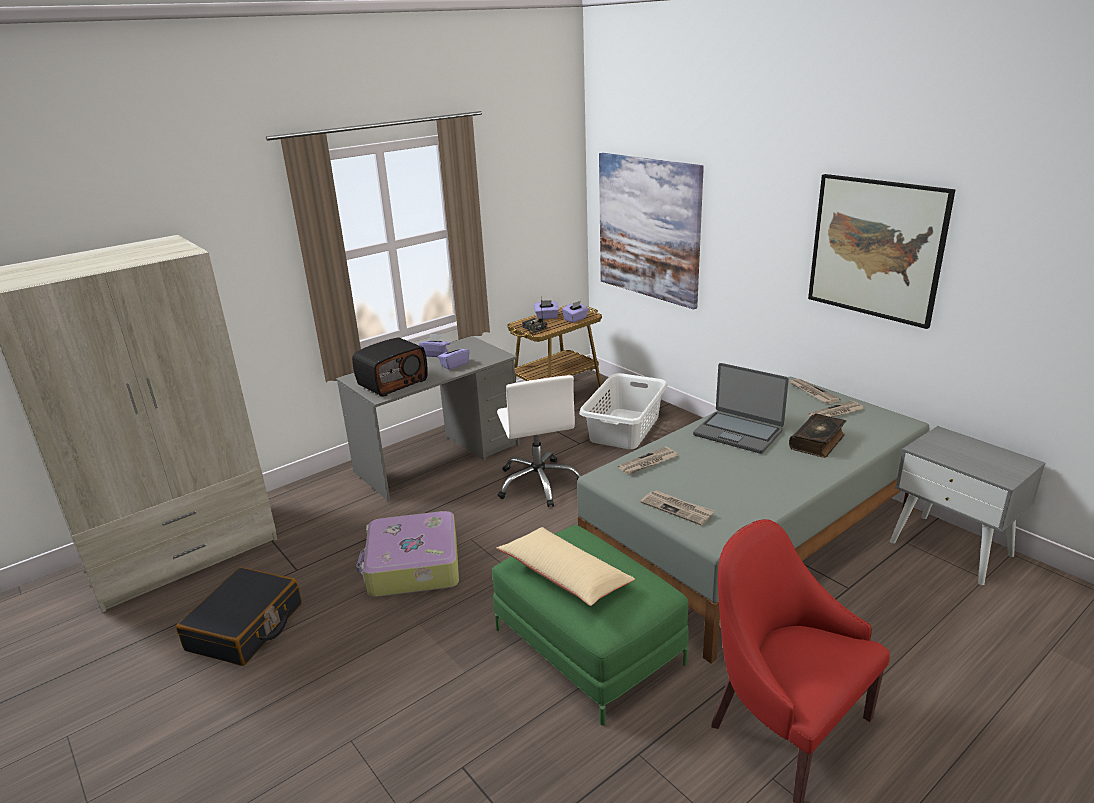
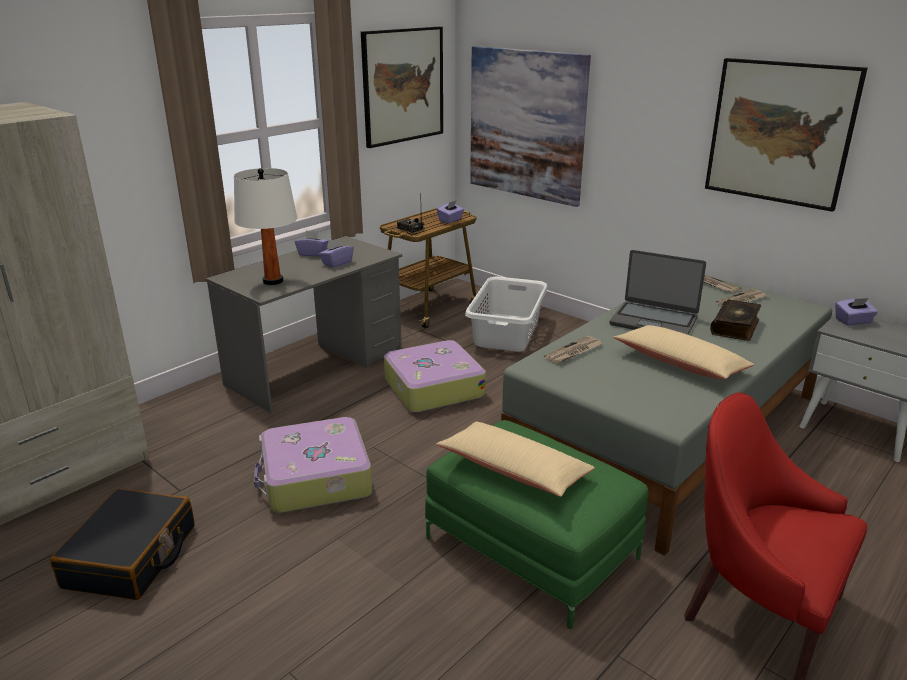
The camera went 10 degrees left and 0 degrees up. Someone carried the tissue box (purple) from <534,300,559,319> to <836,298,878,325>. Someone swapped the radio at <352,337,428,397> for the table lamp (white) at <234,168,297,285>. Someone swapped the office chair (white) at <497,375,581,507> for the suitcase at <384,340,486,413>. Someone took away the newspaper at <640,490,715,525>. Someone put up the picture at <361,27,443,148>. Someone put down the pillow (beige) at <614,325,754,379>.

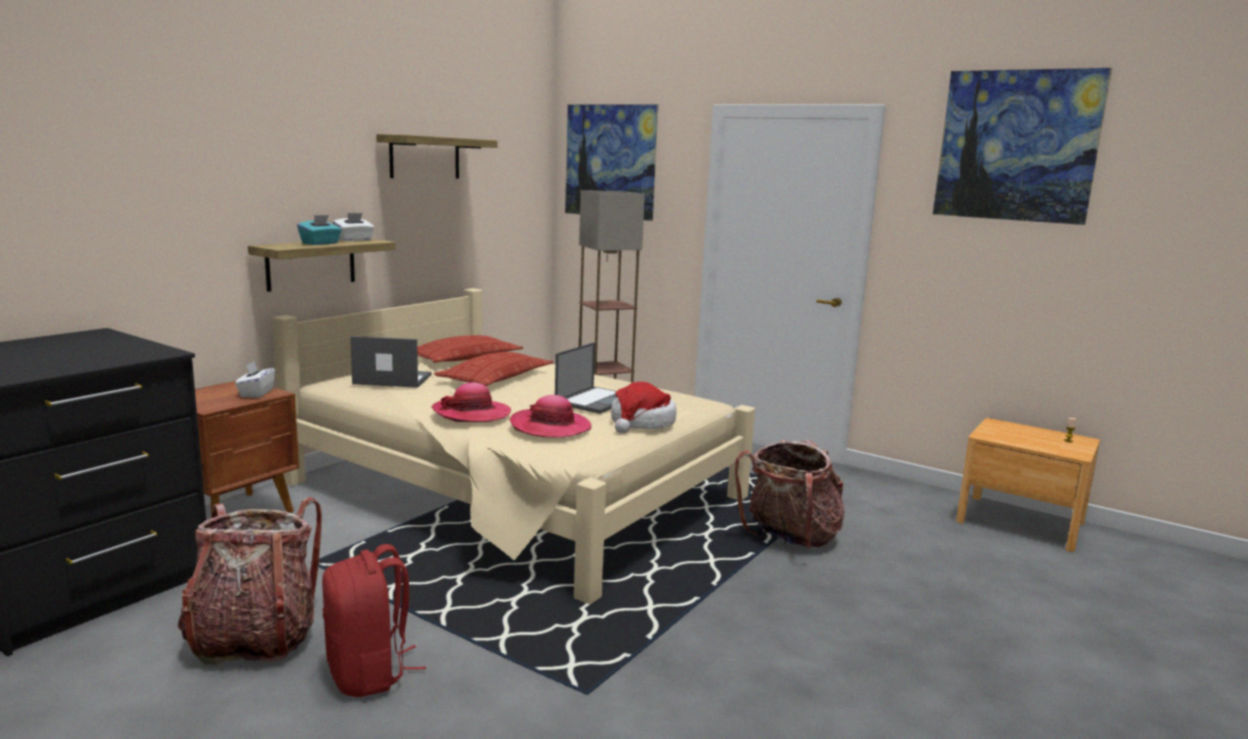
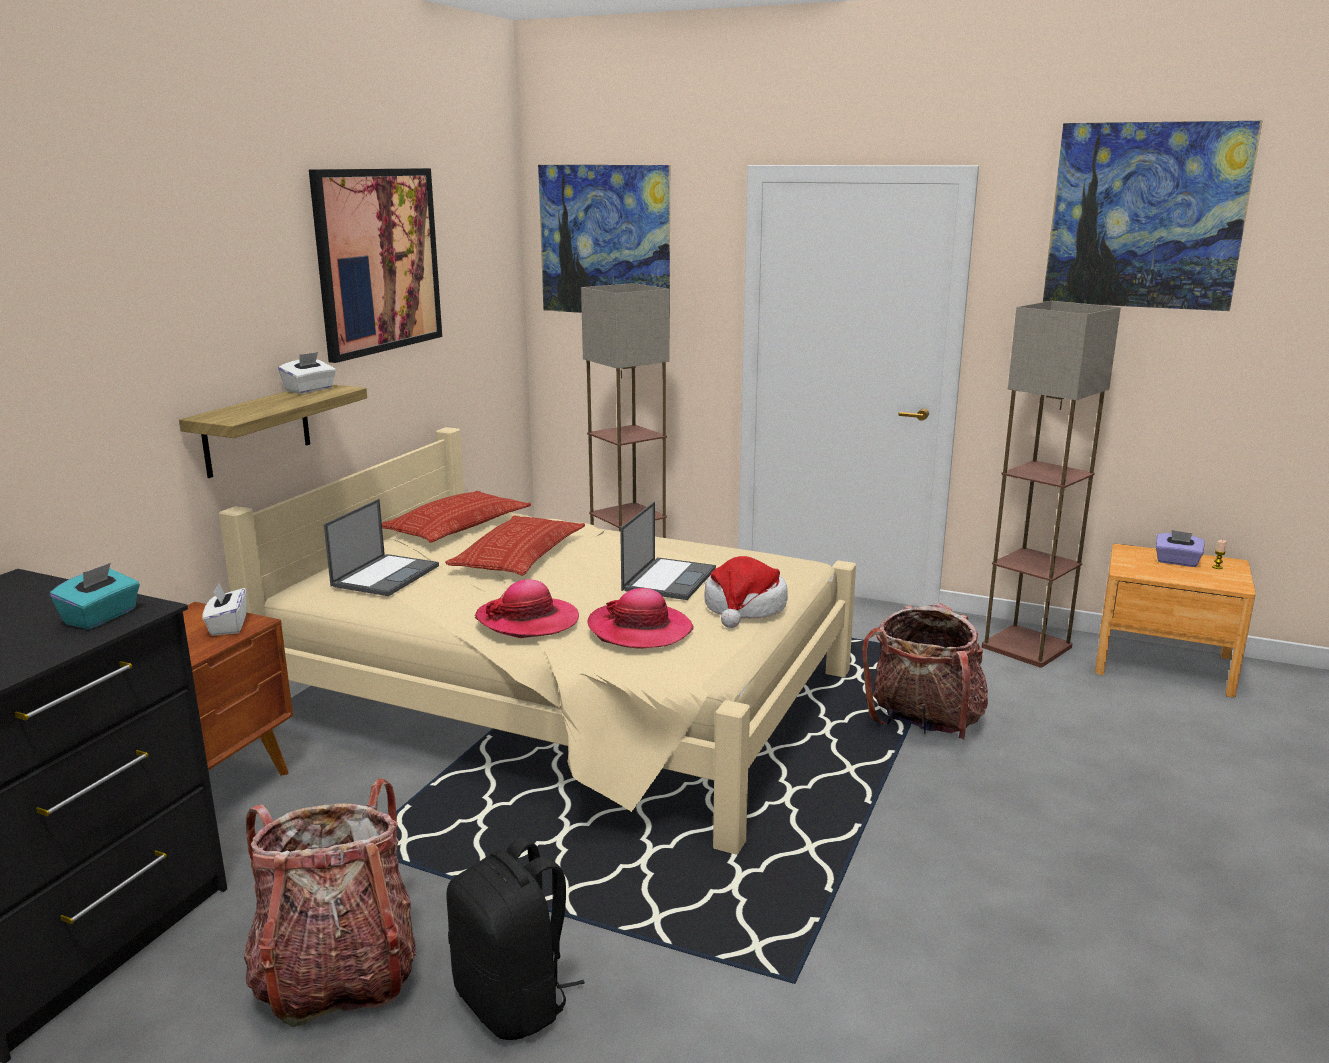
The camera went 10 degrees left and 5 degrees up. Someone swapped the shelf at <376,134,497,179> for the picture at <309,168,442,363>. Someone carried the tissue box (turquoise) from <297,215,342,245> to <50,563,140,629>. Someone rotated the laptop at <350,336,431,388> by 120 degrees clockwise. Someone repainted the backpack (red) at <322,544,426,697>, which became the backpack (black) at <446,836,585,1040>. Someone put down the floor lamp at <982,301,1121,668>. Someone put down the tissue box (purple) at <1156,530,1205,567>.

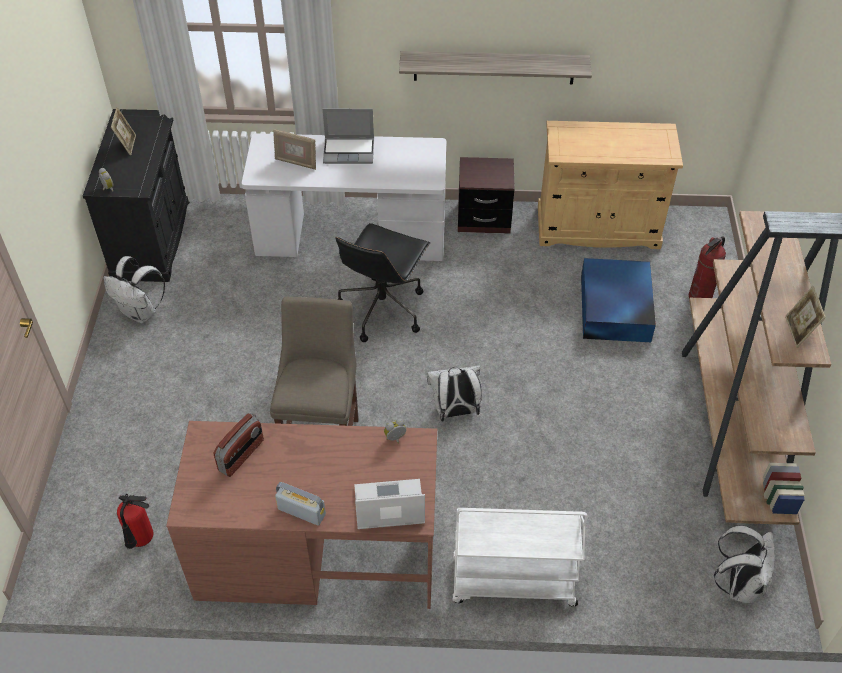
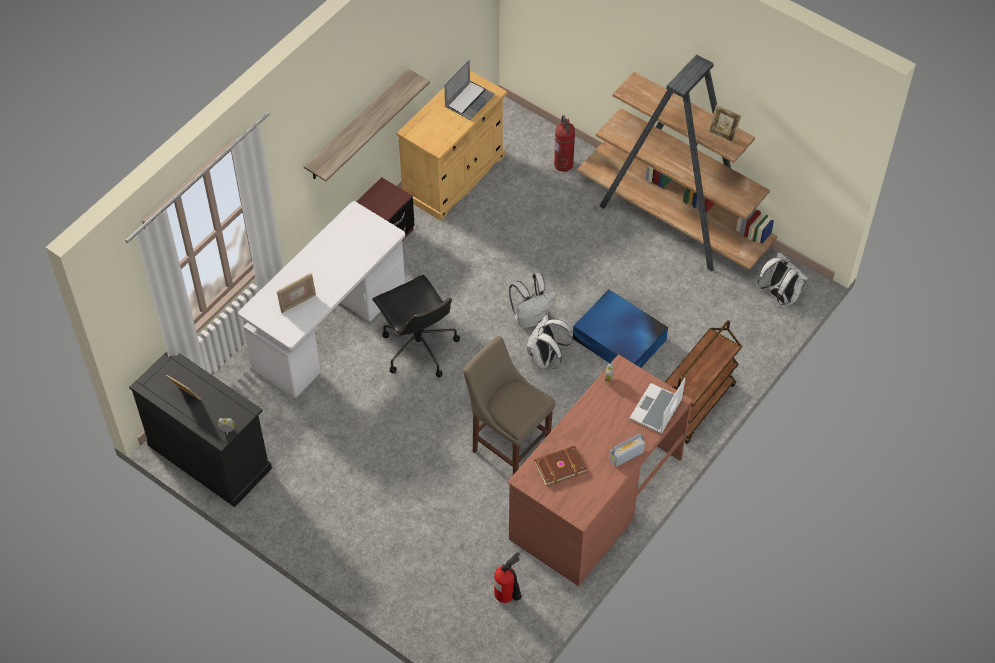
The camera went 55 degrees left and 5 degrees up. Someone carried the laptop from <323,109,374,164> to <444,59,495,120>. Someone carried the backpack (white) from <103,256,165,323> to <509,273,557,328>. Someone carried the storage box (blue) from <581,258,656,342> to <573,290,668,368>. Someone swapped the radio at <214,413,264,477> for the book (brown) at <534,445,586,486>. Someone repainted the cart (white) at <452,508,587,606>, which became the cart (brown) at <665,320,742,444>.

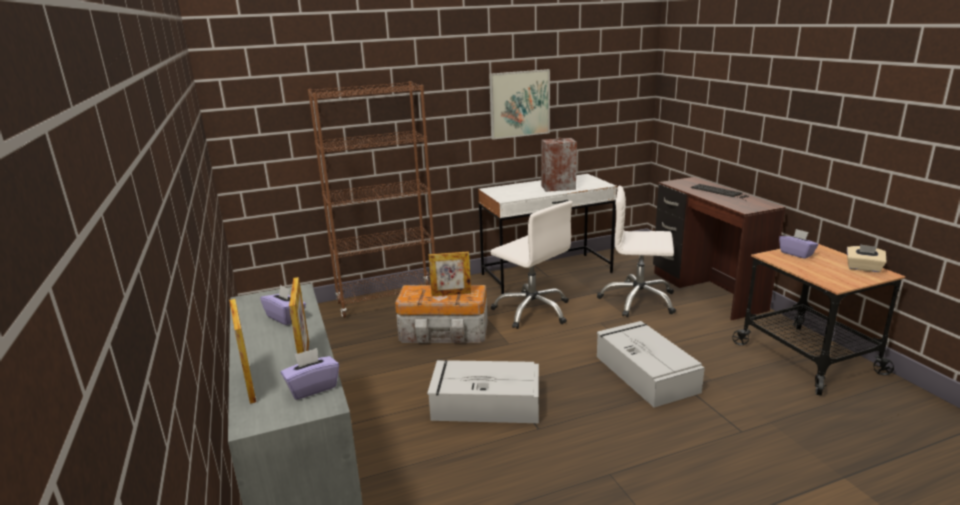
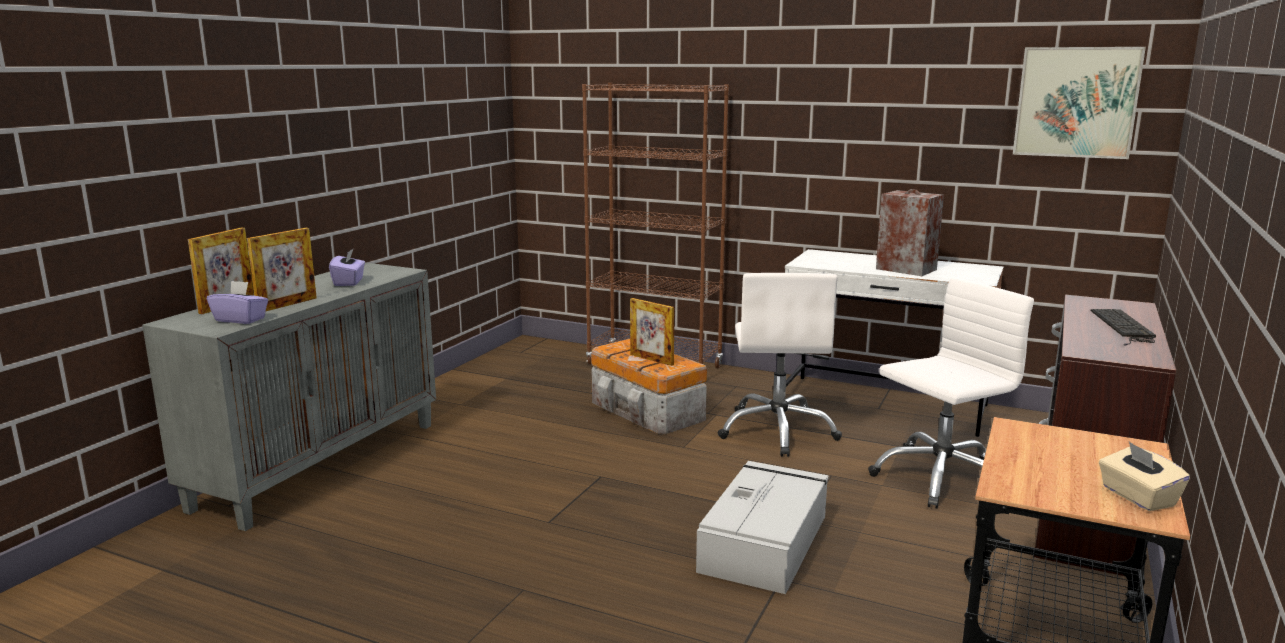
The camera went 45 degrees right and 5 degrees down. Someone carried the picture from <489,69,550,140> to <1013,47,1146,159>. Someone rotated the office chair (white) at <597,186,676,317> by 90 degrees clockwise. Someone took away the tissue box (purple) at <779,229,818,259>. Someone took away the storage box (grey) at <427,360,539,423>.

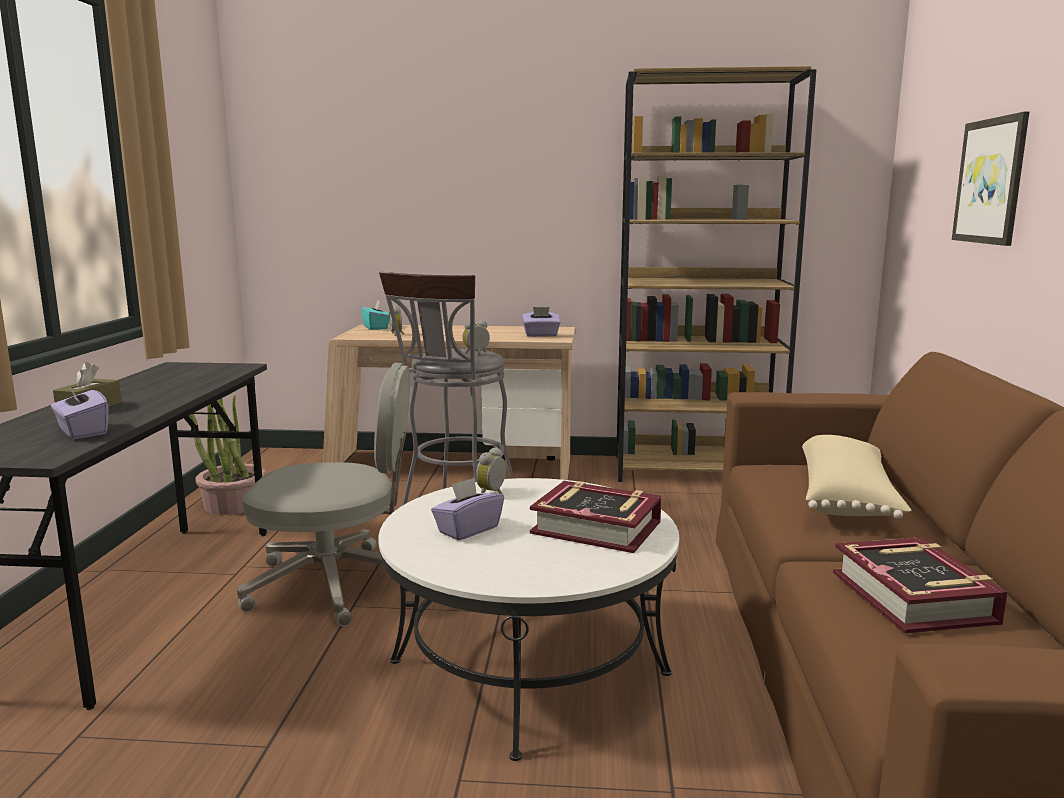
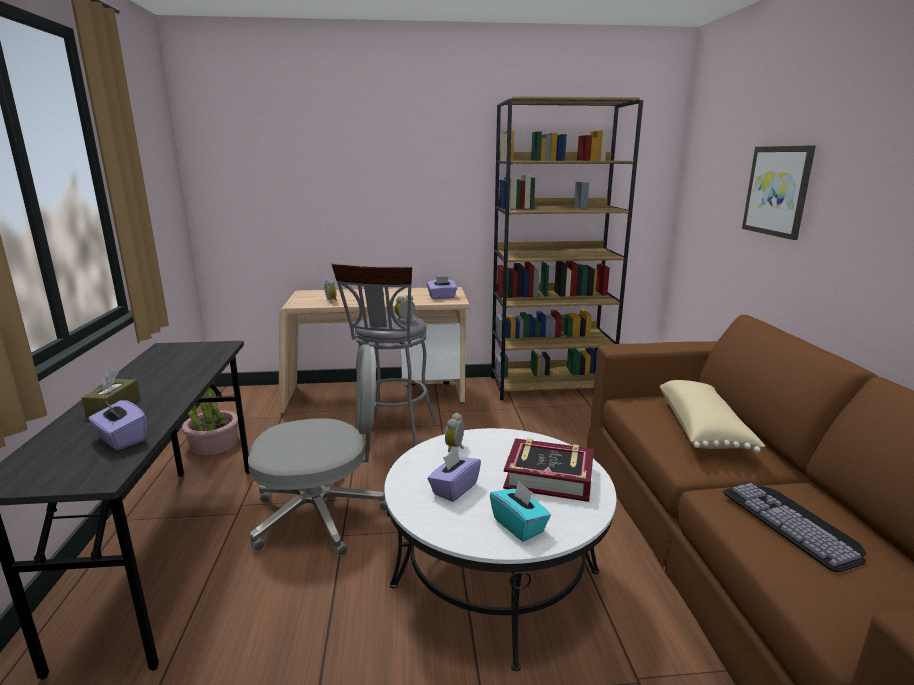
The camera went 10 degrees left and 5 degrees up. Someone carried the tissue box (turquoise) from <361,300,389,330> to <490,481,551,542>. Someone swapped the book at <833,537,1008,634> for the keyboard at <723,483,866,572>.

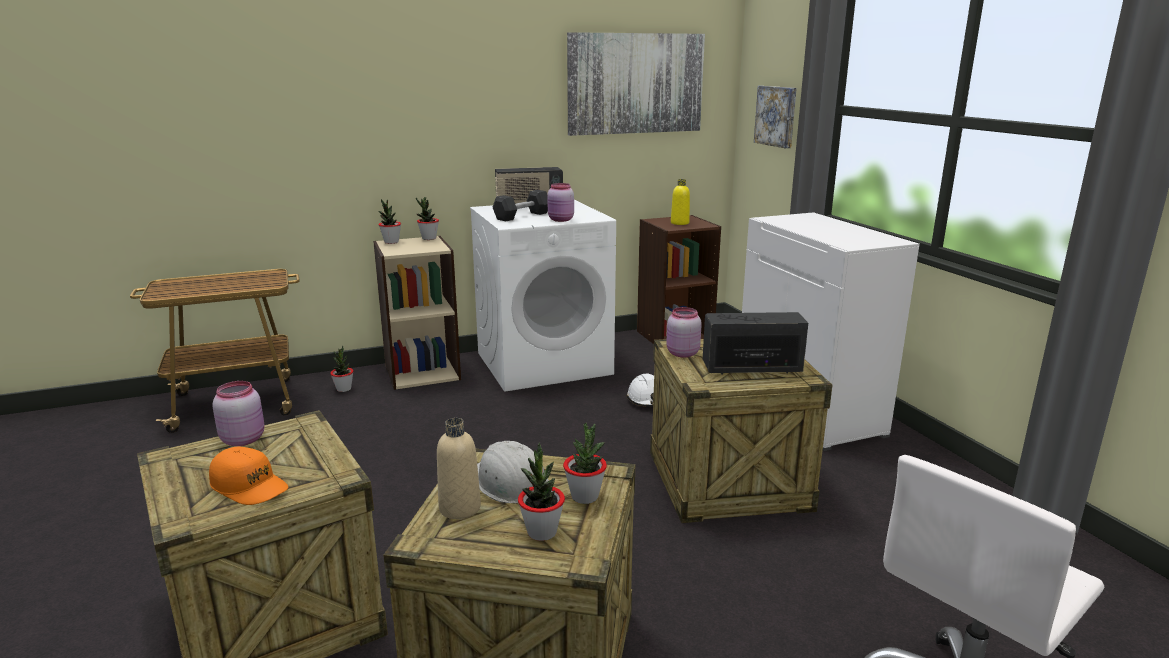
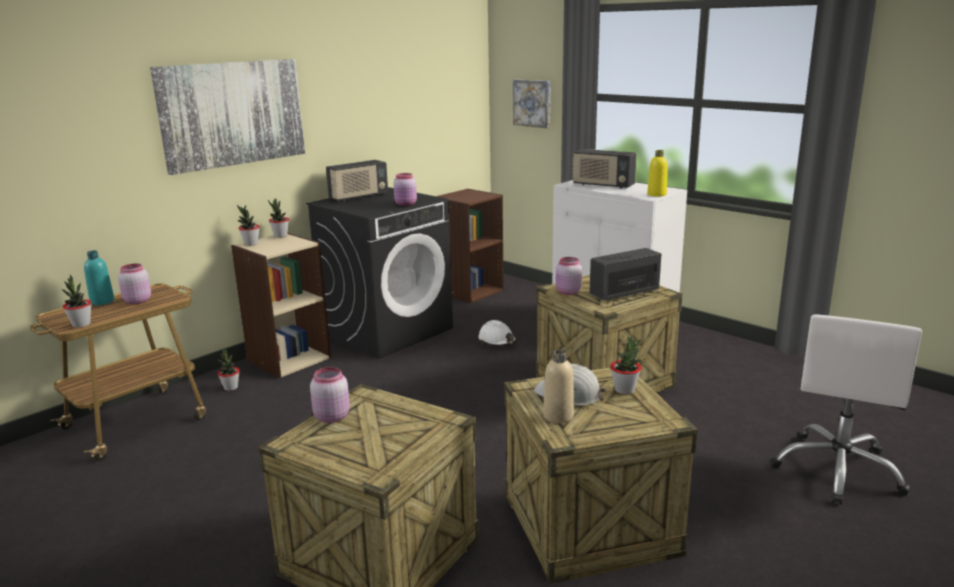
The camera went 25 degrees left and 0 degrees up. Someone carried the picture from <567,32,705,136> to <150,59,305,175>. Someone carried the bottle (yellow) from <671,179,690,225> to <647,150,668,197>. Someone took away the dumbbell (grey) at <492,190,548,221>. Someone repainted the washing machine (white) at <470,200,616,392>, which became the washing machine (black) at <306,187,453,359>. Someone carried the potted plant from <518,443,565,541> to <62,275,91,328>. Someone took away the cap (orange) at <209,447,288,505>. Someone put down the radio at <572,149,637,189>. Someone put down the bottle (turquoise) at <84,250,114,305>. Someone put down the jar (pink) at <118,264,151,304>.

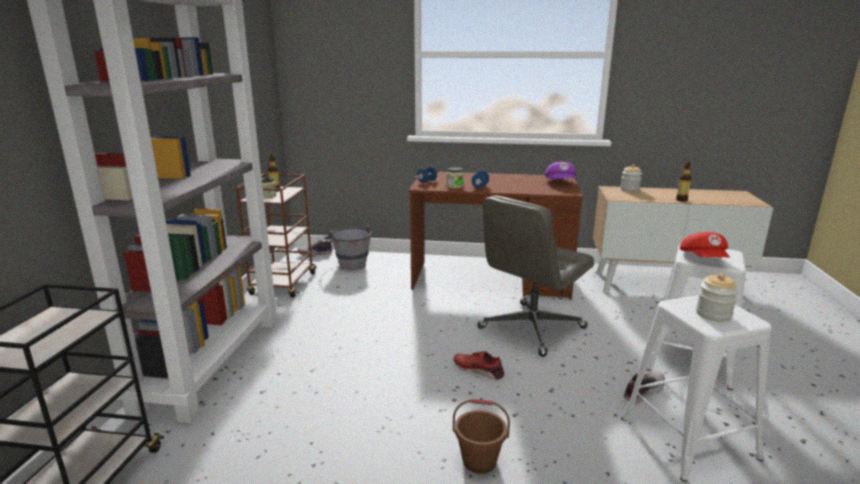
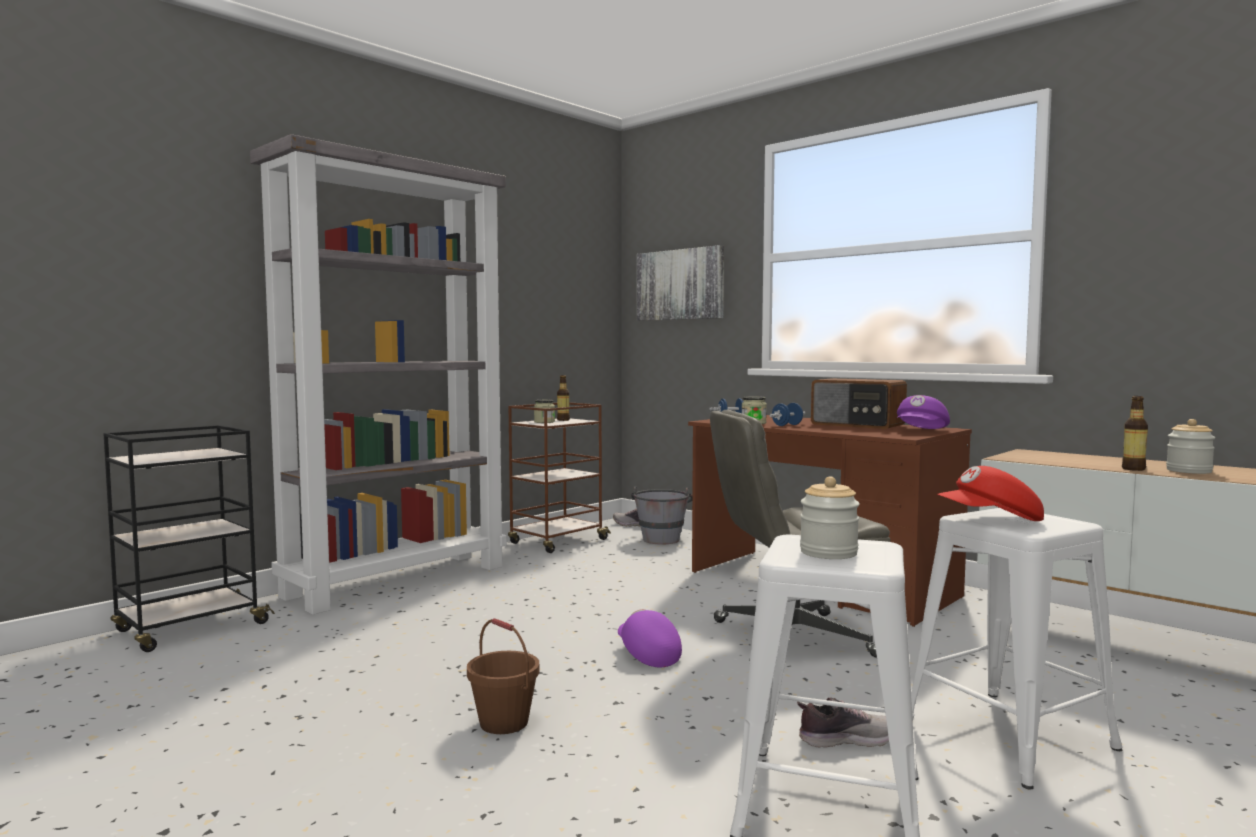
The camera went 35 degrees right and 15 degrees down. Someone carried the jar from <620,164,642,192> to <1166,419,1215,474>. Someone rotated the cap (red) at <679,232,730,257> by 45 degrees clockwise. Someone swapped the shoe (red) at <453,351,504,380> for the cap (purple) at <618,609,682,667>. Someone put up the picture at <637,245,724,321>. Someone put down the radio at <811,378,907,429>.

